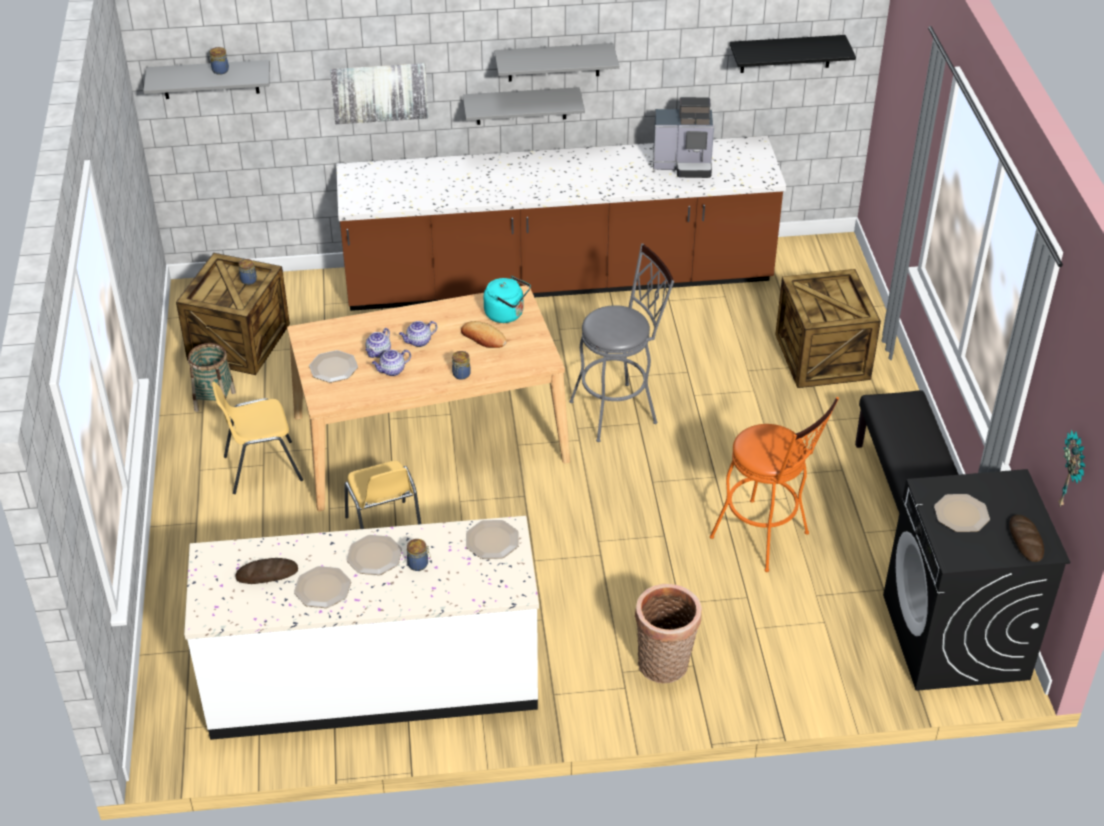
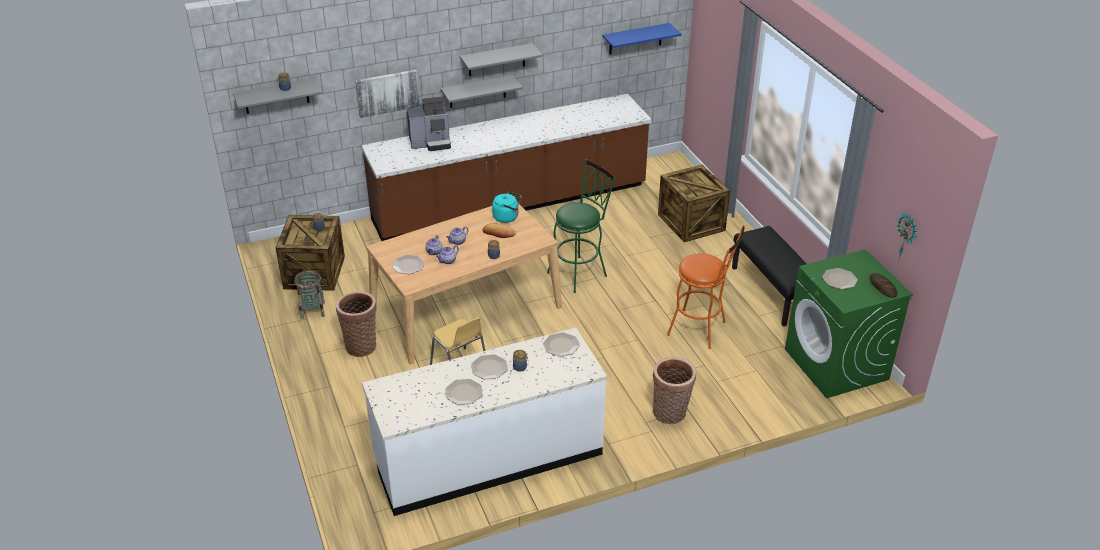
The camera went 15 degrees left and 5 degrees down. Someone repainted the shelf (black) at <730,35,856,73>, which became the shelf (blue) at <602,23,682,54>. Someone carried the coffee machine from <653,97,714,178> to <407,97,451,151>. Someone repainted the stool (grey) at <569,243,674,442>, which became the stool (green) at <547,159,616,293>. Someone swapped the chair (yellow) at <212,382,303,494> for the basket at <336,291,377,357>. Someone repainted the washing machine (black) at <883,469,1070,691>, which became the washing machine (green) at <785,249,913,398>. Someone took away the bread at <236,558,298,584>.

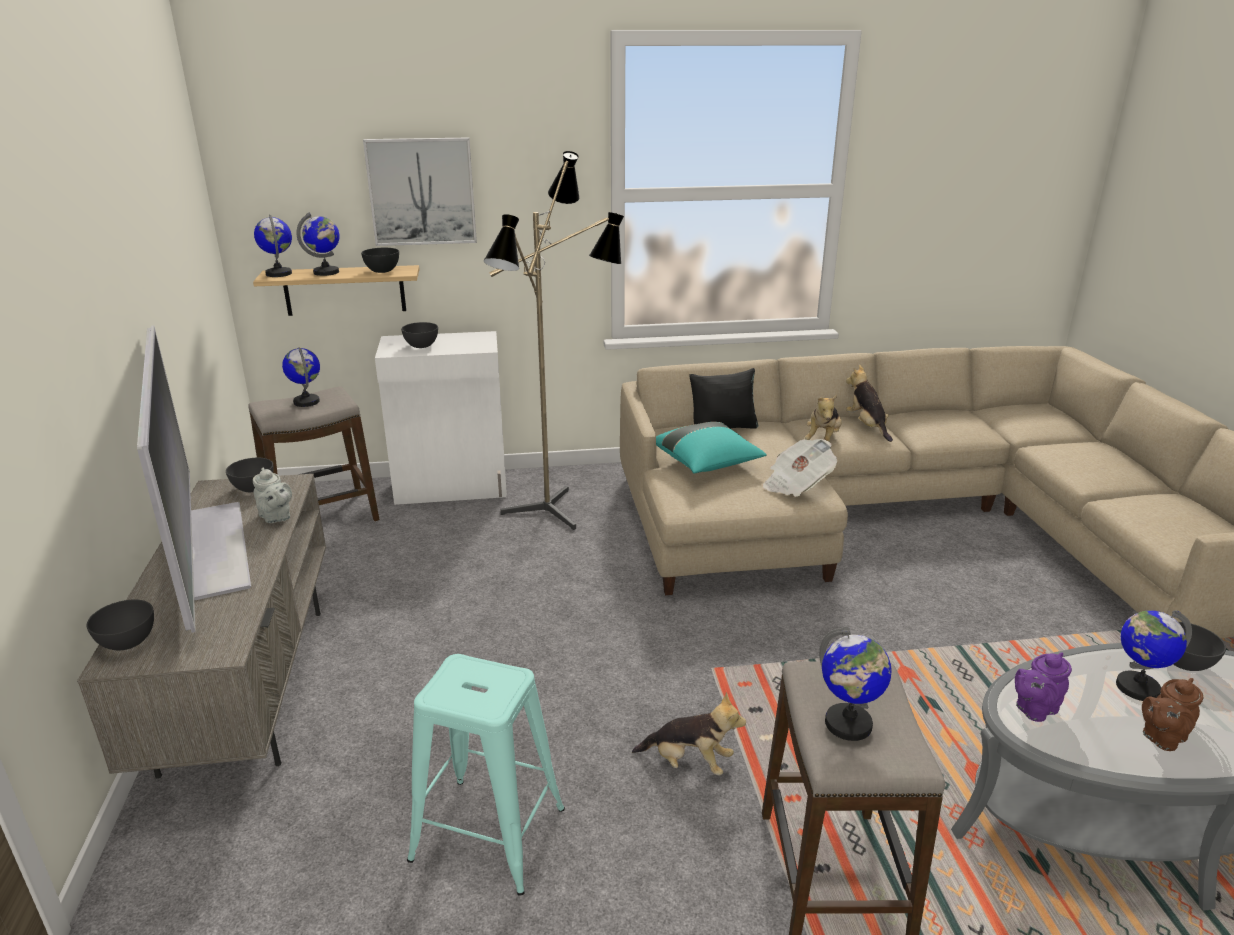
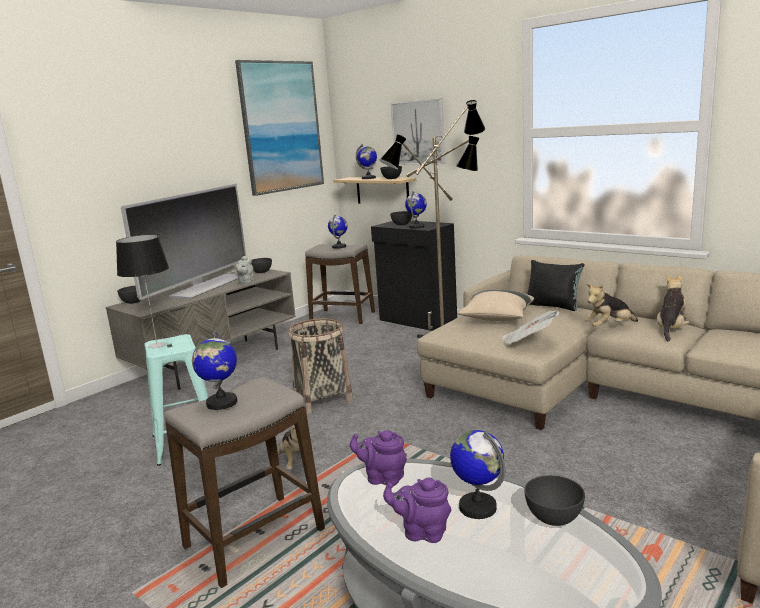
The camera went 50 degrees right and 10 degrees down. Someone carried the globe from <254,214,292,277> to <405,191,427,229>. Someone repainted the cabinet (white) at <375,331,507,505>, which became the cabinet (black) at <371,221,457,331>. Someone repainted the pillow (turquoise) at <656,422,767,473>, which became the pillow (beige) at <458,290,534,321>. Someone repainted the teapot (brown) at <1142,678,1203,751>, which became the teapot (purple) at <383,478,451,543>. Someone put up the picture at <235,60,324,196>. Someone put down the table lamp at <116,235,169,348>. Someone put down the basket at <288,318,353,413>.

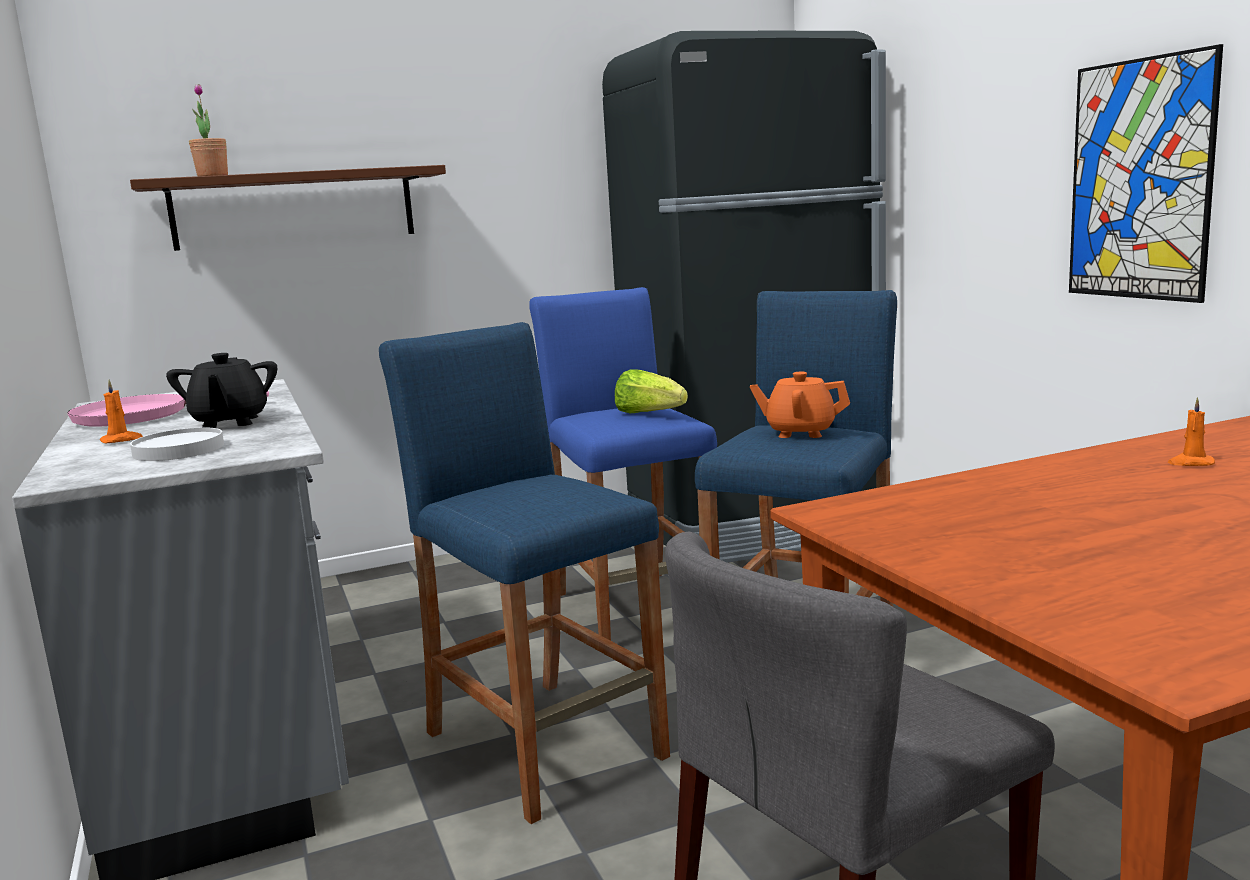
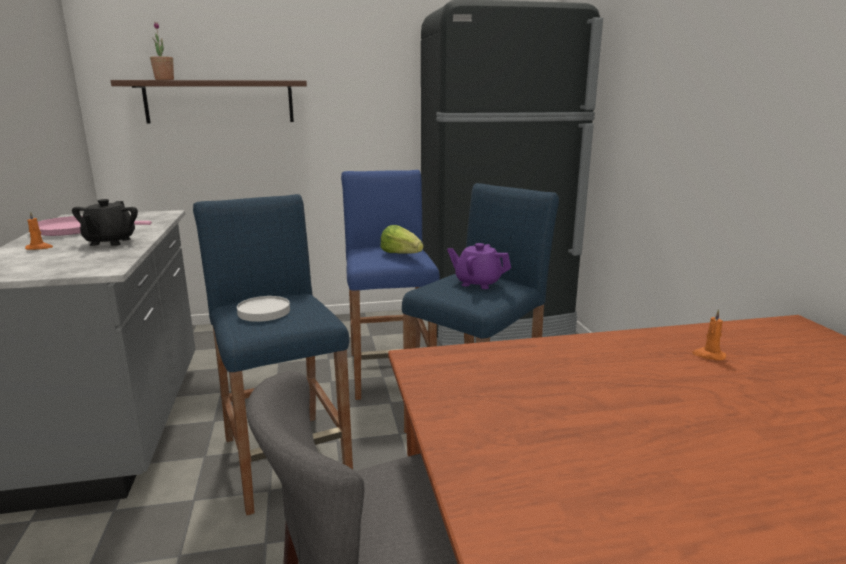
The camera went 10 degrees right and 5 degrees up. Someone took away the picture at <1069,44,1223,303>. Someone repainted the teapot (orange) at <750,372,850,438>, which became the teapot (purple) at <447,243,511,289>. Someone carried the plate (white) from <130,428,224,461> to <237,296,290,322>.

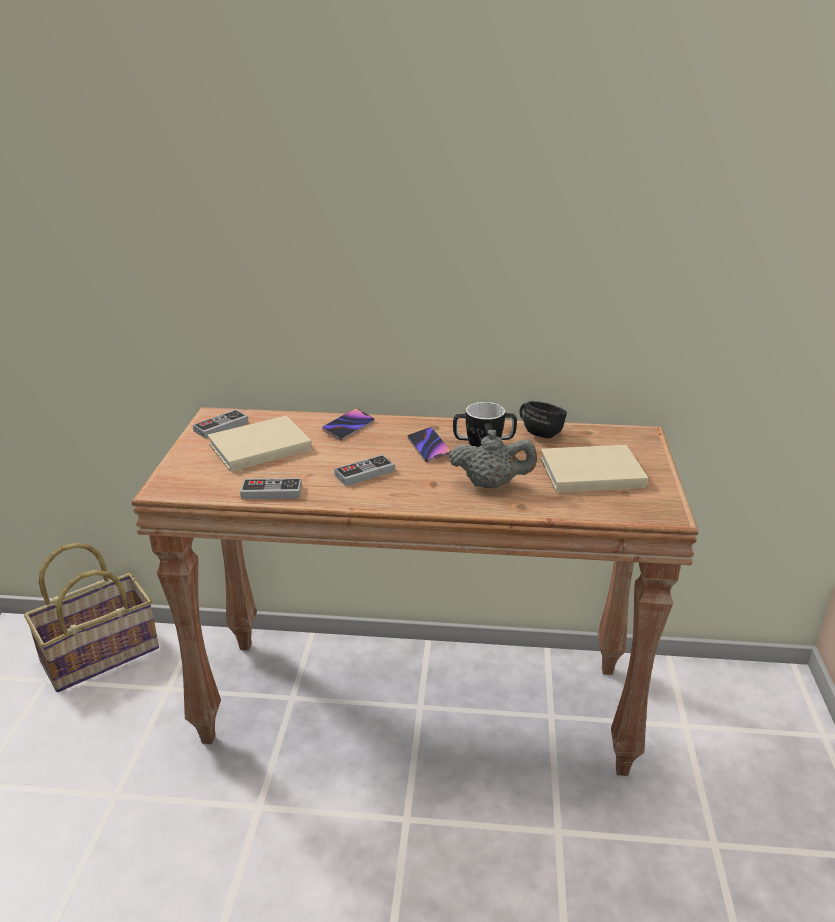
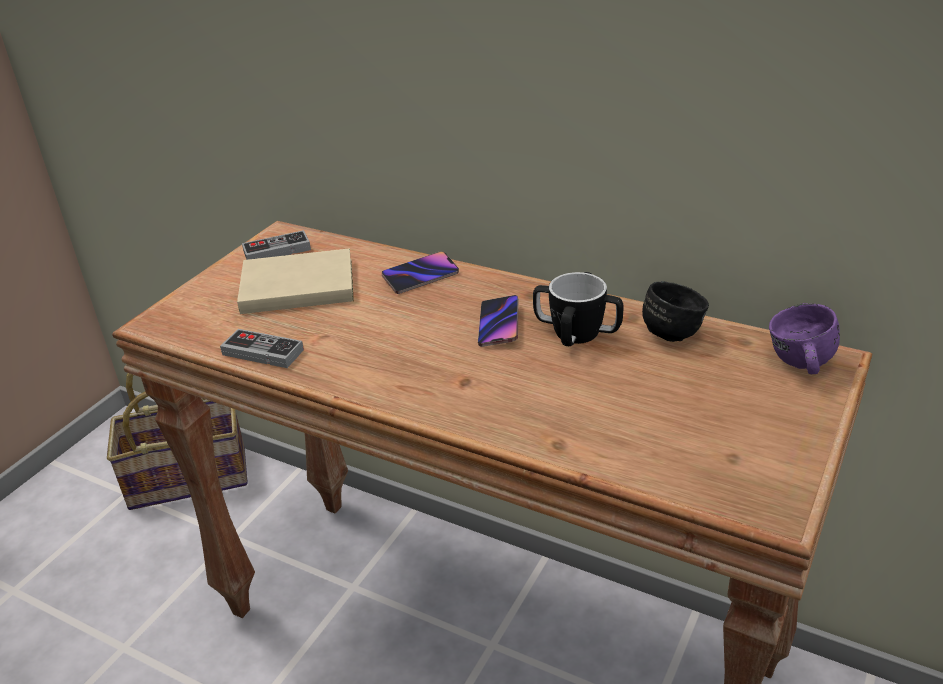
The camera went 25 degrees right and 5 degrees up. Someone took away the teapot (grey) at <449,430,537,488>. Someone took away the book (beige) at <540,445,648,493>. Someone took away the game controller at <334,455,395,486>. Someone put down the mug (purple) at <769,303,840,374>.

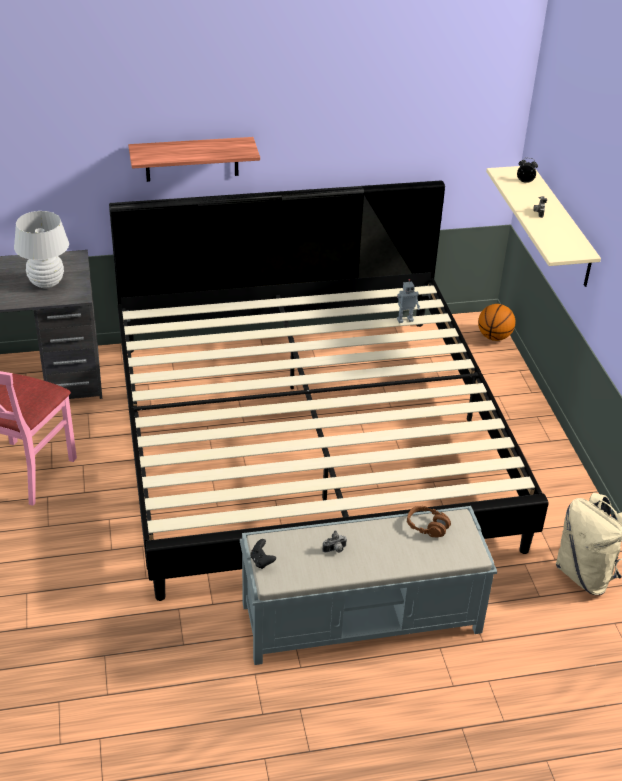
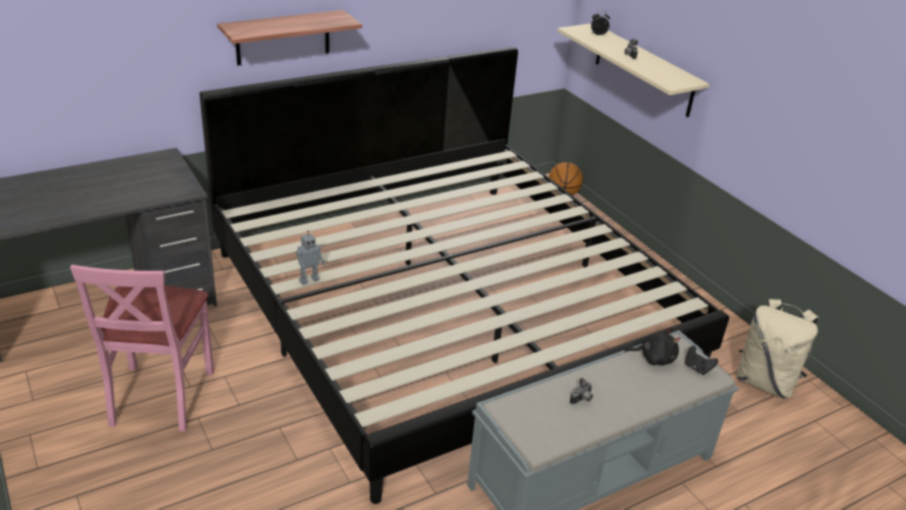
The camera went 20 degrees left and 5 degrees down. Someone took away the table lamp (white) at <14,211,69,288>. Someone carried the toy robot from <397,279,420,323> to <296,231,325,285>. Someone swapped the headphones (brown) at <407,506,451,538> for the plush toy (black) at <624,328,681,366>. Someone carried the game controller (black) from <250,539,276,569> to <685,346,718,375>.

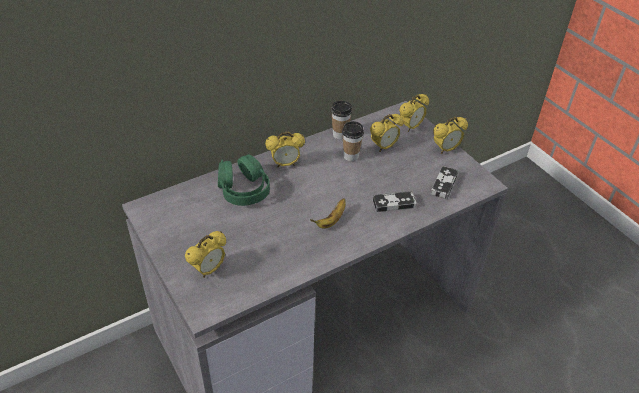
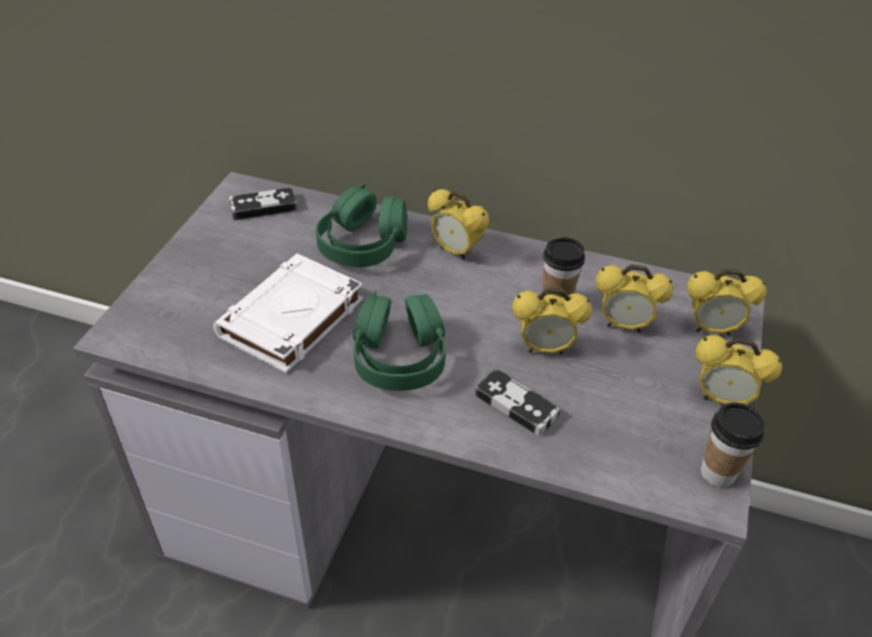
The camera went 50 degrees right and 0 degrees up. Someone carried the cup from <331,101,352,140> to <701,402,765,487>. Someone carried the game controller from <431,166,458,199> to <229,187,298,220>. Someone swapped the banana at <310,199,346,229> for the headphones (green) at <353,291,446,391>. Someone carried the alarm clock from <185,231,226,278> to <513,288,592,355>. Someone put down the book (white) at <213,254,363,373>.

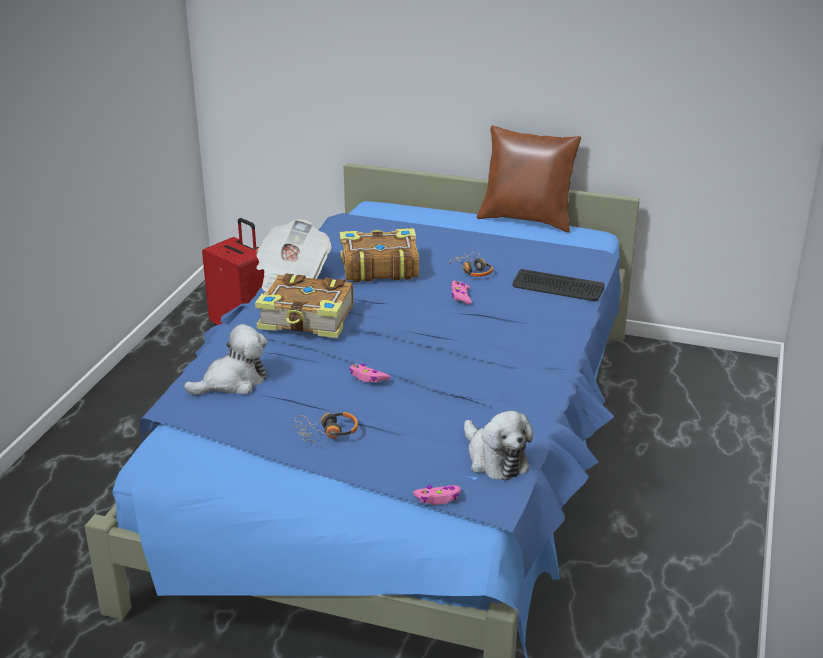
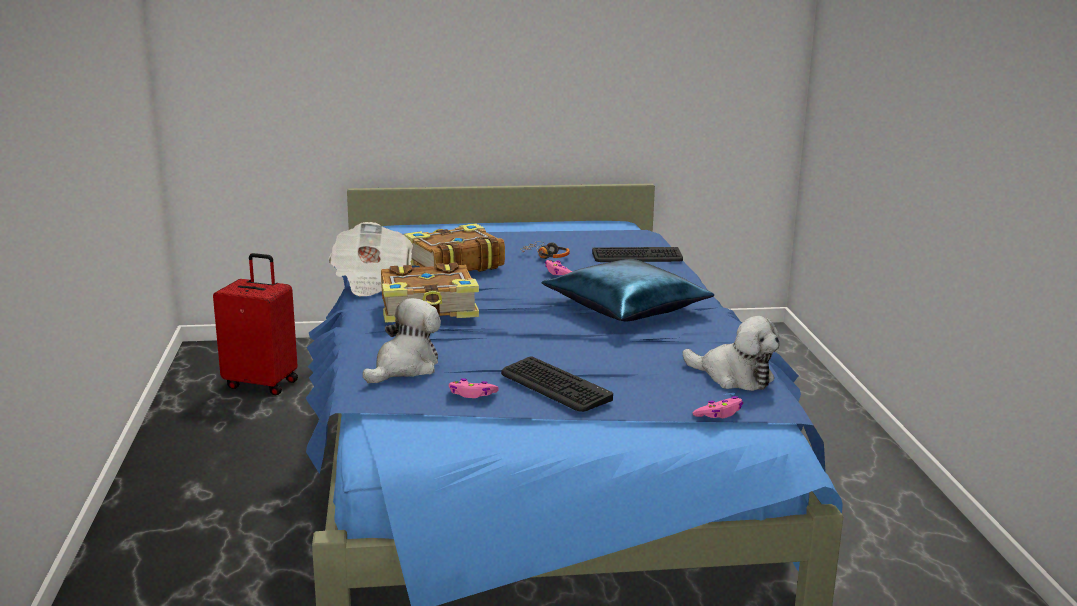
The camera went 25 degrees left and 10 degrees down. Someone took away the pillow (brown) at <477,126,581,232>. Someone carried the game controller (pink) from <349,363,390,382> to <449,378,499,398>. Someone swapped the headphones at <294,412,358,444> for the keyboard at <501,356,613,412>. Someone put down the pillow (blue) at <542,259,714,321>.

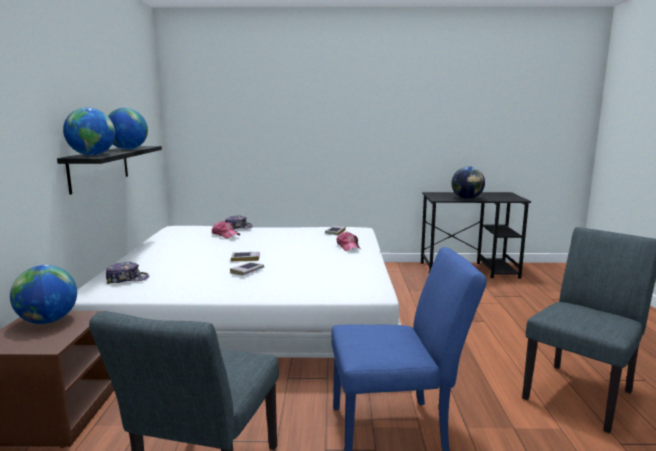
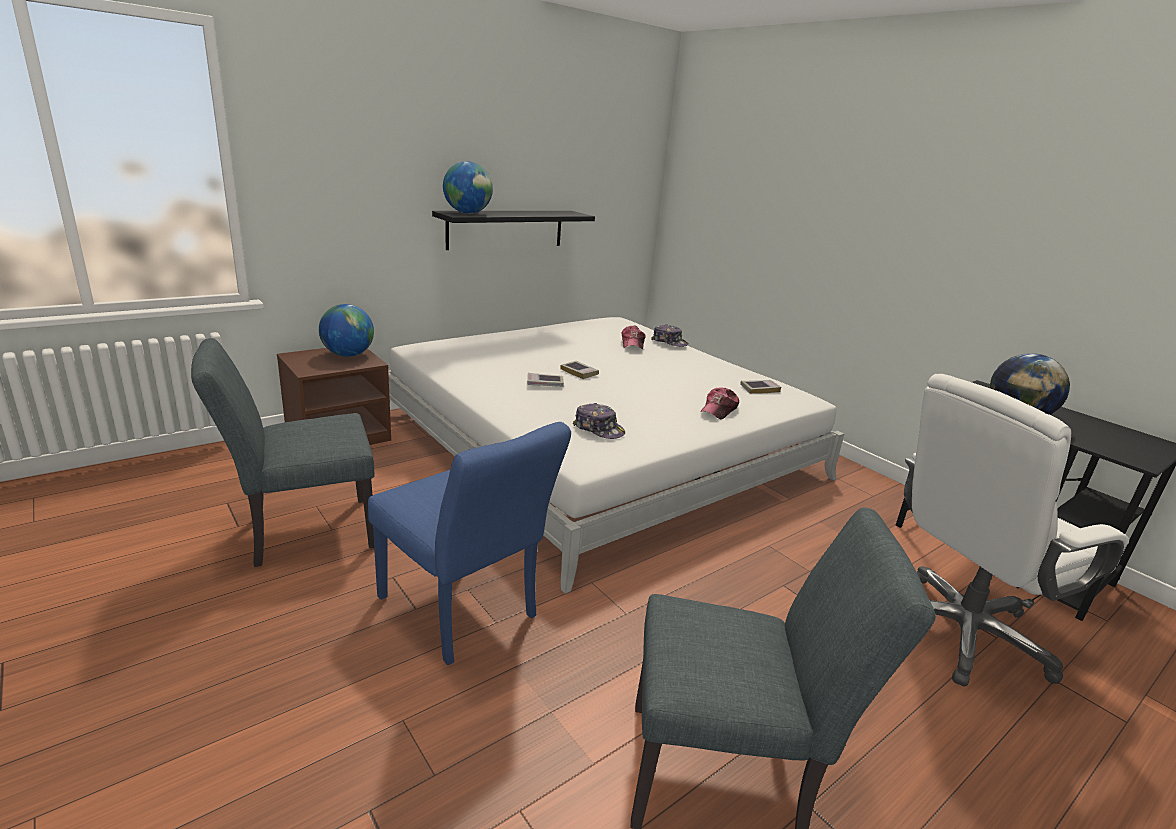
The camera went 50 degrees right and 10 degrees up. Someone took away the globe at <108,108,148,150>. Someone carried the cap from <106,262,149,284> to <573,403,625,439>. Someone put down the office chair (white) at <904,374,1129,687>.

